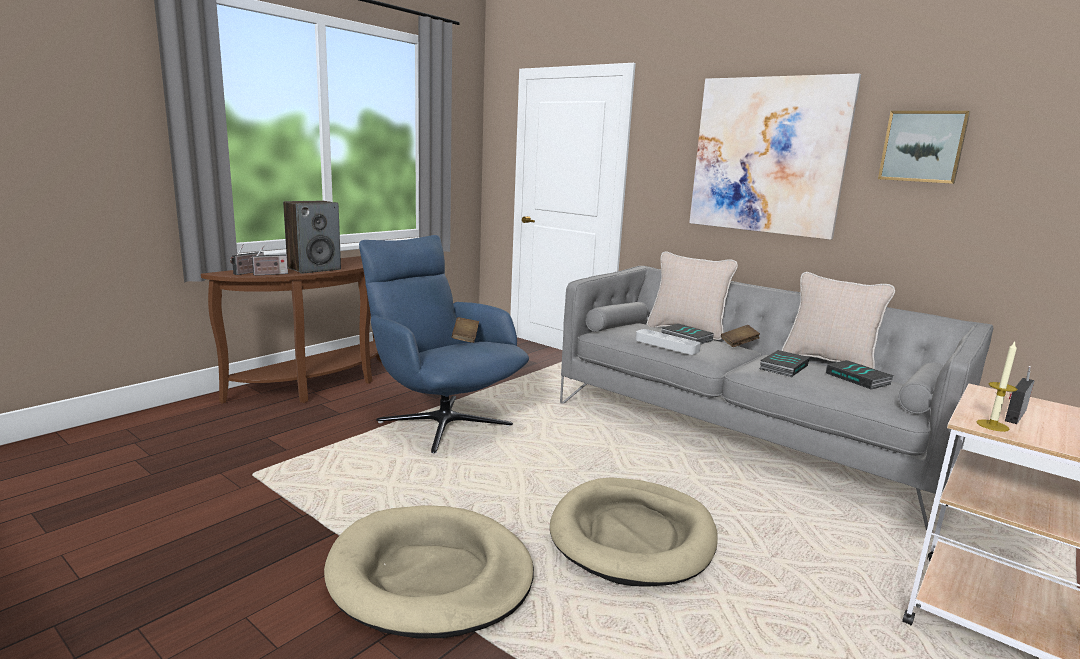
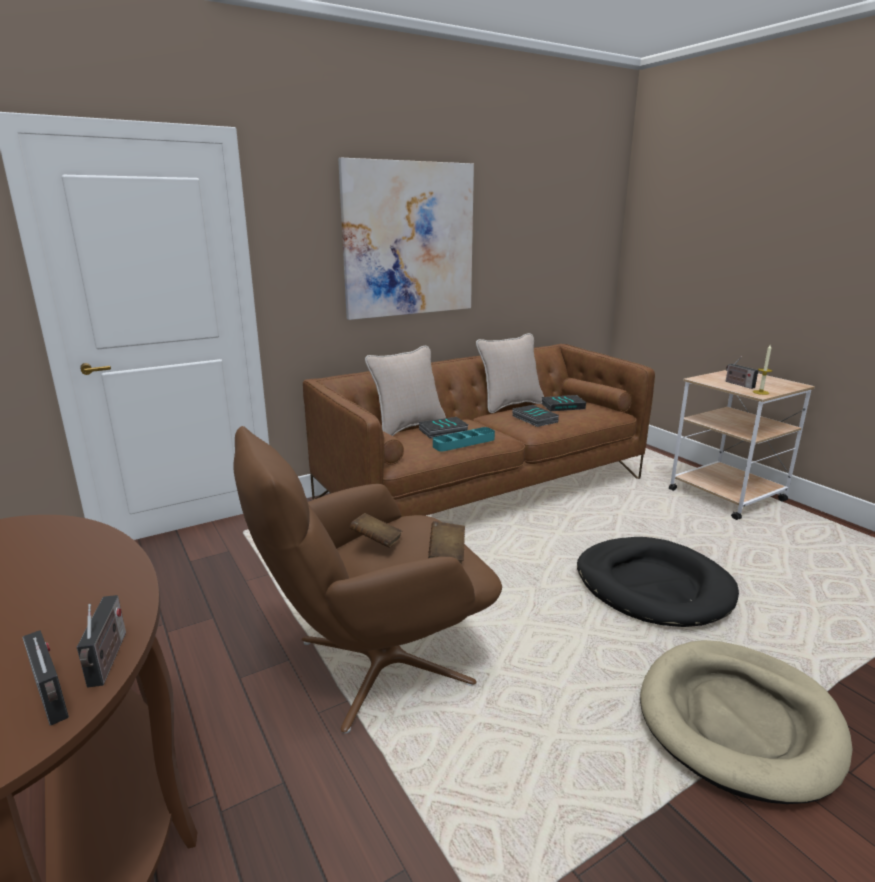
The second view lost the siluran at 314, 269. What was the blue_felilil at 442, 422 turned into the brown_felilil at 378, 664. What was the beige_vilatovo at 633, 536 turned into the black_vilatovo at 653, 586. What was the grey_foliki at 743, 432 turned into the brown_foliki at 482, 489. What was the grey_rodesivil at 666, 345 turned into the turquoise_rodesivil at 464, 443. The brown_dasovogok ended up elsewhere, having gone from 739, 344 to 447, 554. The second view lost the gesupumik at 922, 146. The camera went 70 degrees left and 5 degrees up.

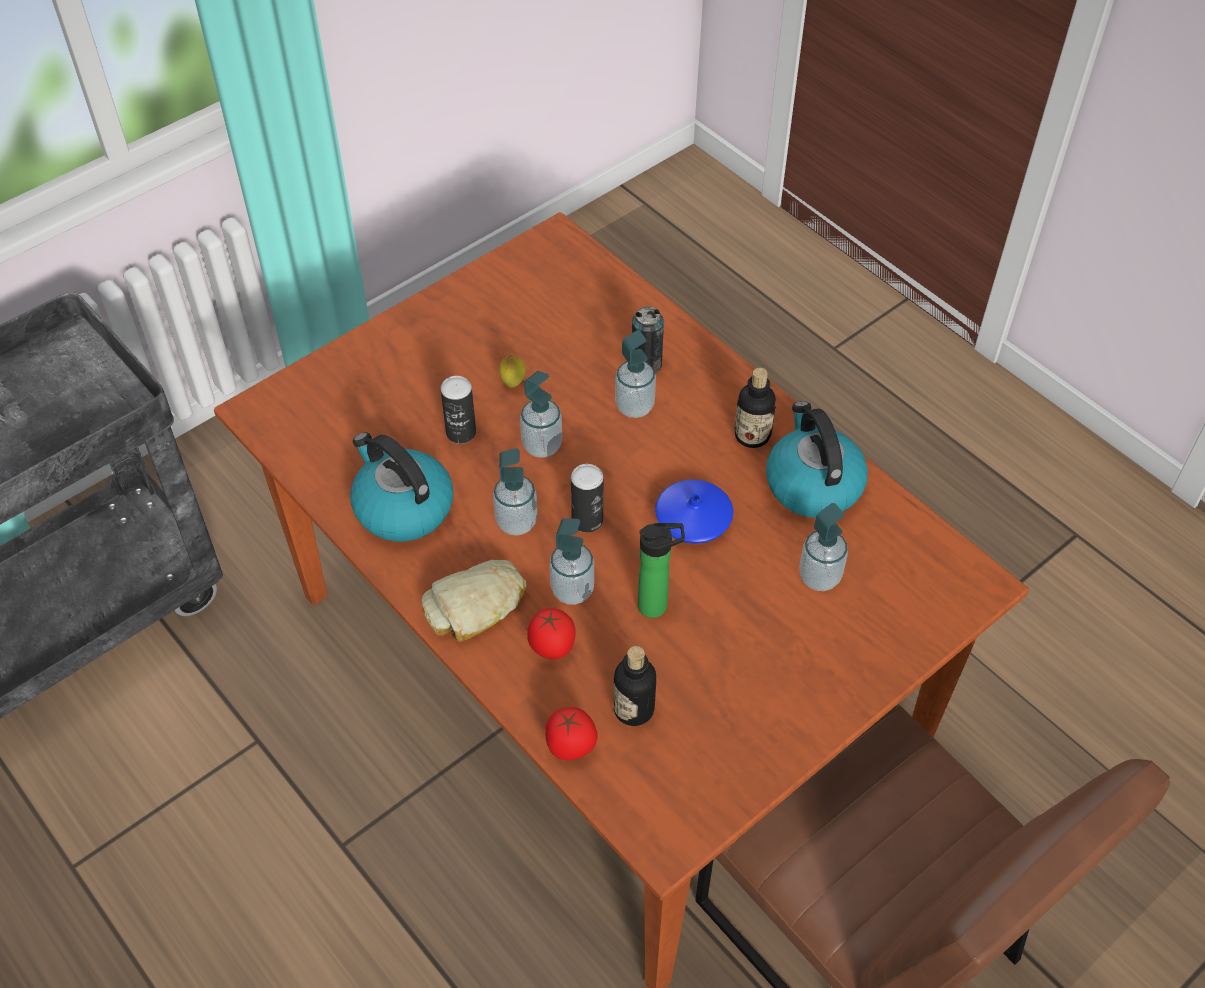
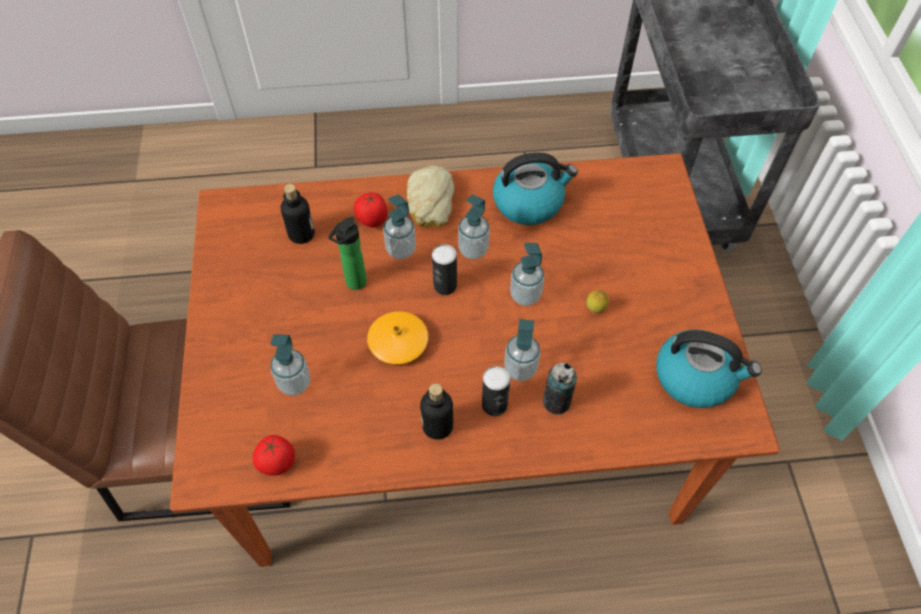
The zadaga ended up elsewhere, having gone from 461, 432 to 494, 405. The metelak ended up elsewhere, having gone from 571, 746 to 277, 463. What was the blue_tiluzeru at 693, 519 turned into the orange_tiluzeru at 398, 343. The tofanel ended up elsewhere, having gone from 812, 484 to 695, 377. The camera went 125 degrees right and 5 degrees up.

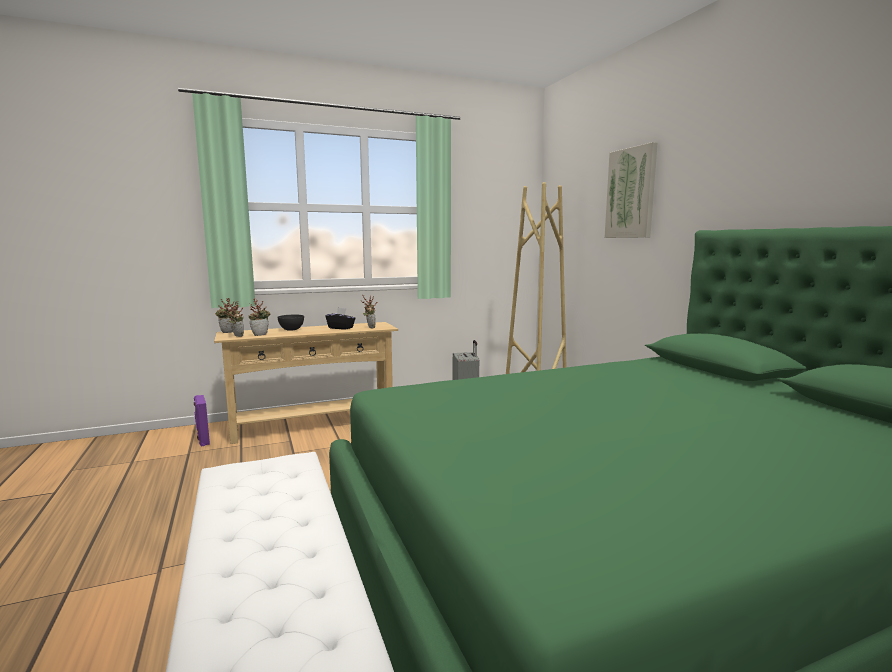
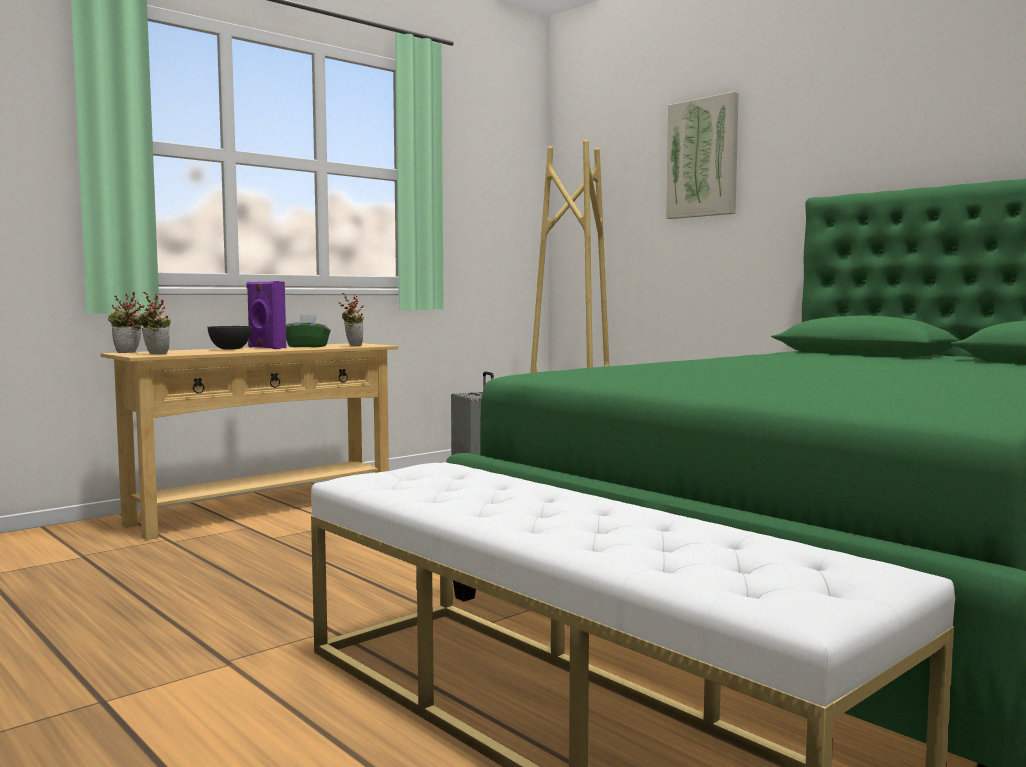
The purple_siluran ended up elsewhere, having gone from 203, 440 to 265, 348. The second view lost the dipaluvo at 260, 334. What was the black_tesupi at 341, 328 turned into the green_tesupi at 307, 346. The camera went 20 degrees left and 5 degrees down.

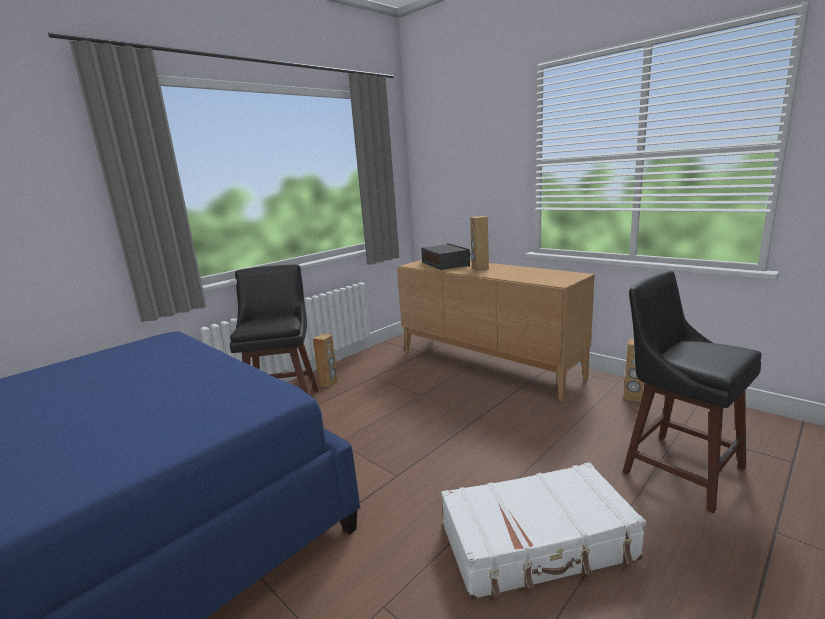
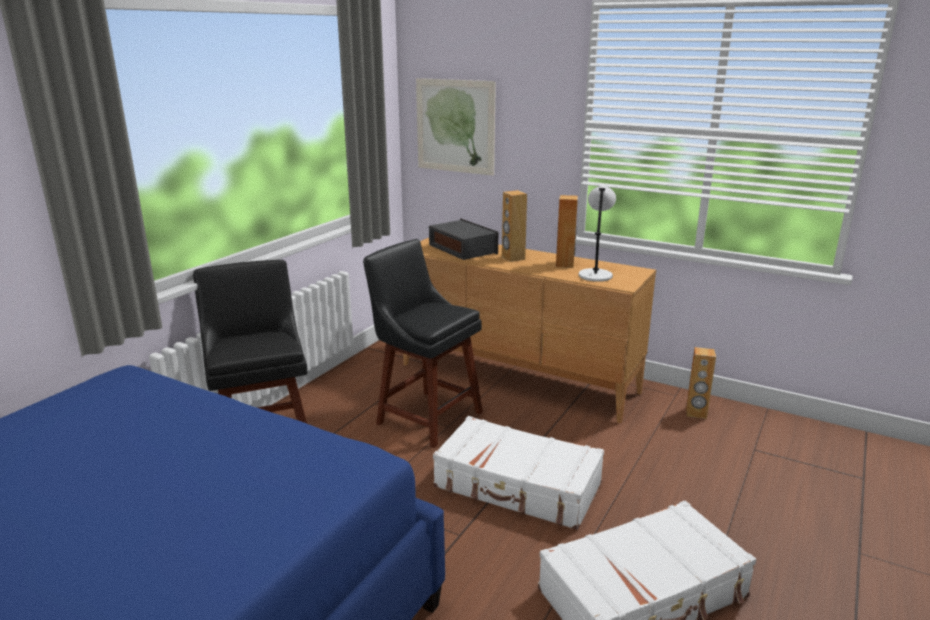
The brown_siluran ended up elsewhere, having gone from 328, 384 to 565, 264. The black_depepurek ended up elsewhere, having gone from 677, 466 to 426, 416. The second view gained the gesupumik at 455, 126. The second view gained the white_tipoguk at 517, 486. The second view gained the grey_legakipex at 595, 275. The camera went 15 degrees left and 5 degrees up.

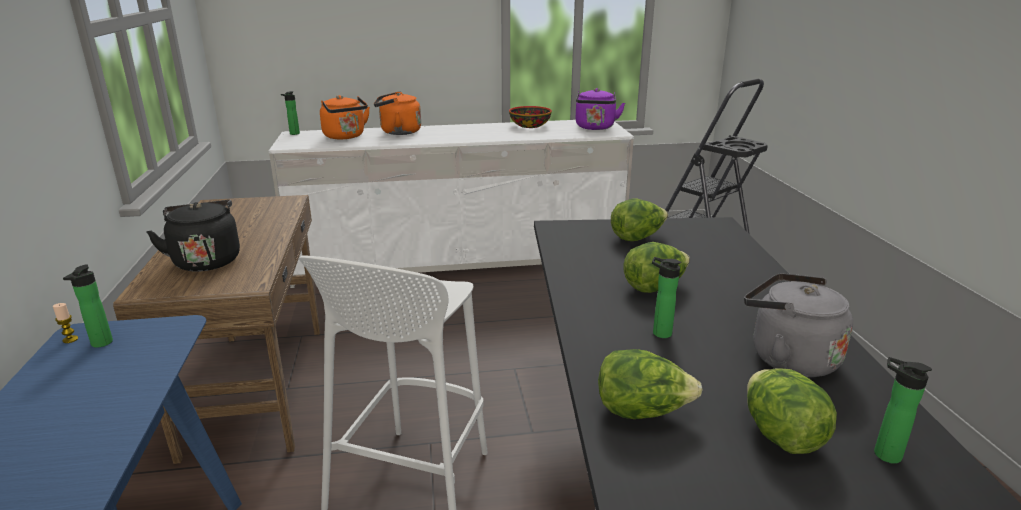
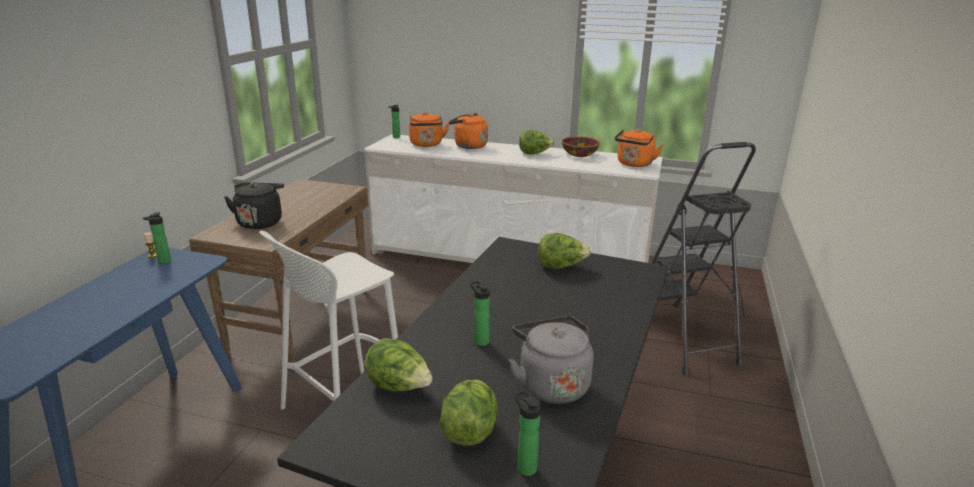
What was the purple_tofanel at 595, 128 turned into the orange_tofanel at 634, 164. The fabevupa ended up elsewhere, having gone from 654, 287 to 534, 154. The camera went 25 degrees right and 0 degrees up.

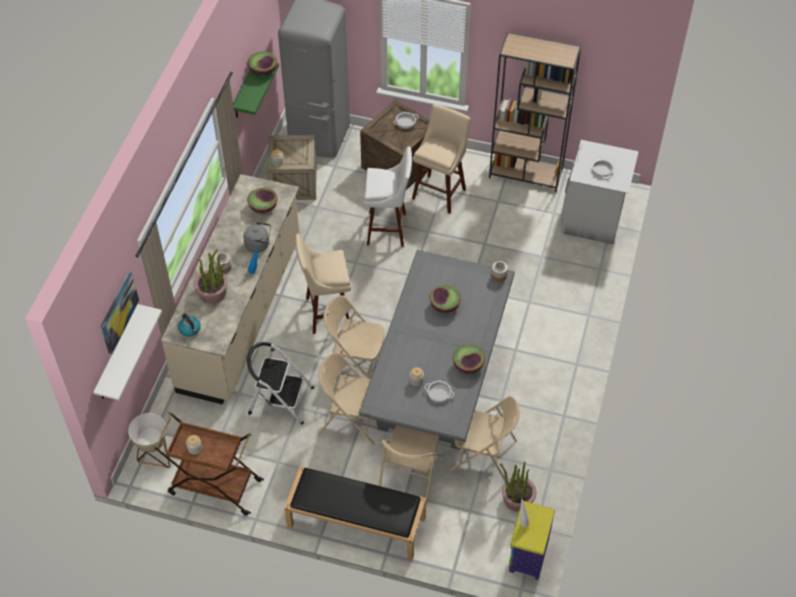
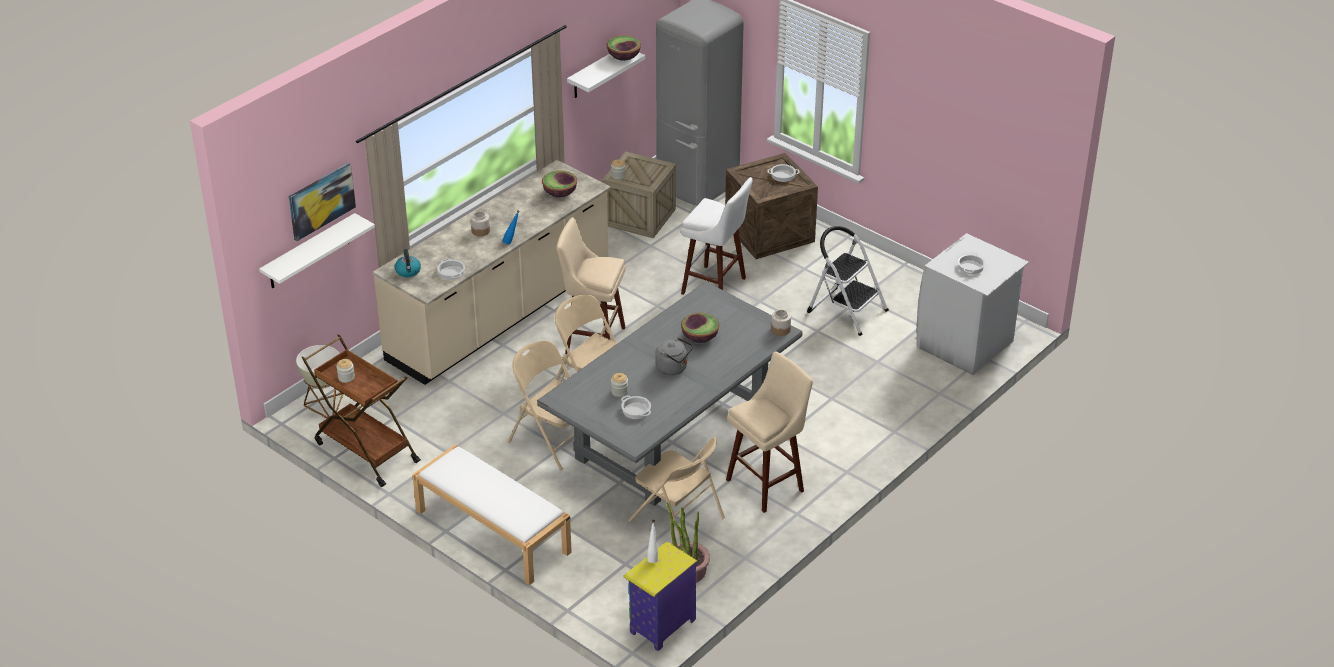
The second view lost the dipaluvo at 212, 292. What was the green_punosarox at 244, 90 turned into the white_punosarox at 595, 73. The grey_tofanel ended up elsewhere, having gone from 259, 245 to 673, 368. The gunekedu ended up elsewhere, having gone from 279, 400 to 845, 310. What was the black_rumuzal at 355, 522 turned into the white_rumuzal at 491, 531. The second view lost the beige_depepurek at 410, 473. The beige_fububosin ended up elsewhere, having gone from 440, 192 to 767, 484. The second view lost the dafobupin at 468, 365. The second view lost the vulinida at 526, 173. The second view gained the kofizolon at 451, 272. The camera went 25 degrees right and 15 degrees down.

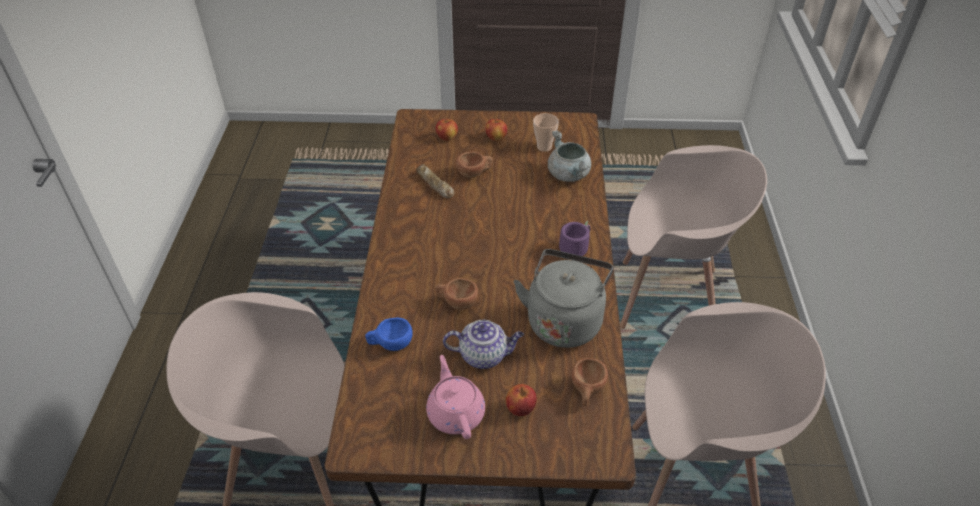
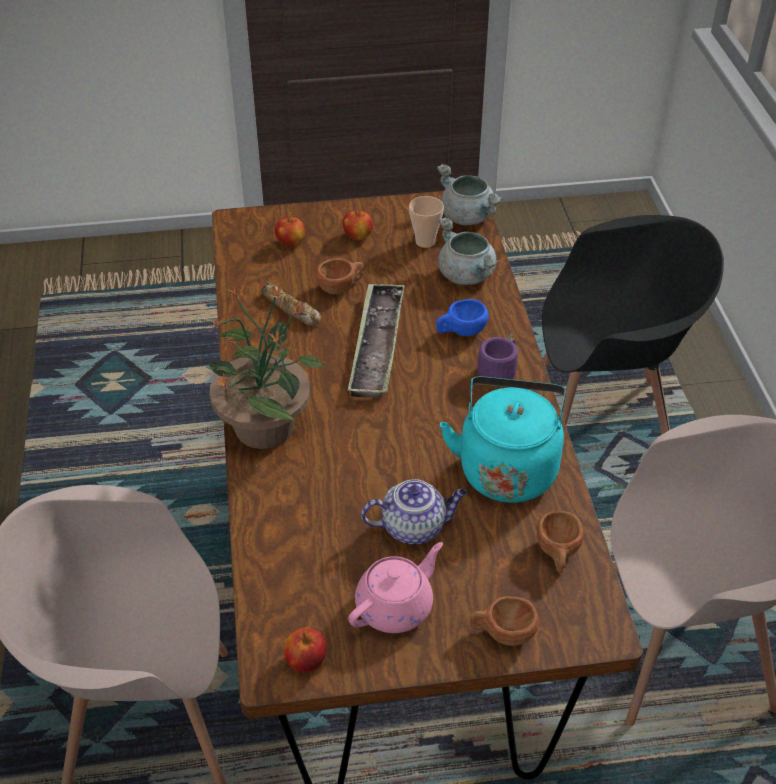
The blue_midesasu ended up elsewhere, having gone from 390, 344 to 460, 331. The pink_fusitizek at 455, 413 ended up facing another way, 75 degrees clockwise from before. The brown_midesasu ended up elsewhere, having gone from 456, 302 to 502, 633. The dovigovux ended up elsewhere, having gone from 520, 408 to 305, 661. What was the grey_tofanel at 564, 320 turned into the turquoise_tofanel at 507, 467. What was the beige_depepurek at 670, 300 turned into the black_depepurek at 604, 426. The second view gained the dipaluvo at 265, 426. The second view gained the rodesivil at 377, 345. The second view gained the grey_kofizolon at 468, 217. The camera went 10 degrees left and 0 degrees up.

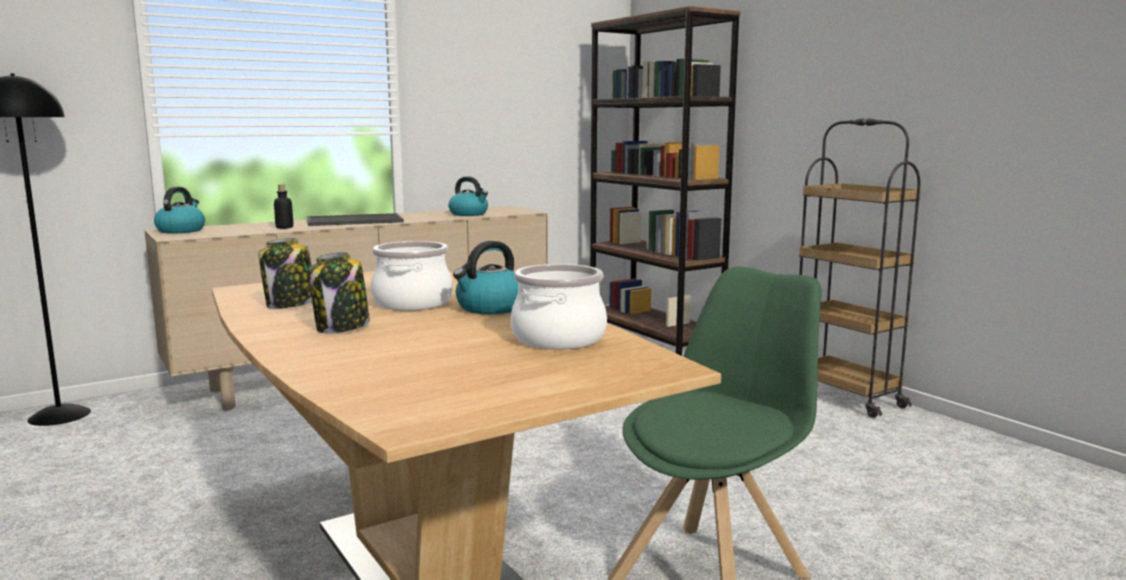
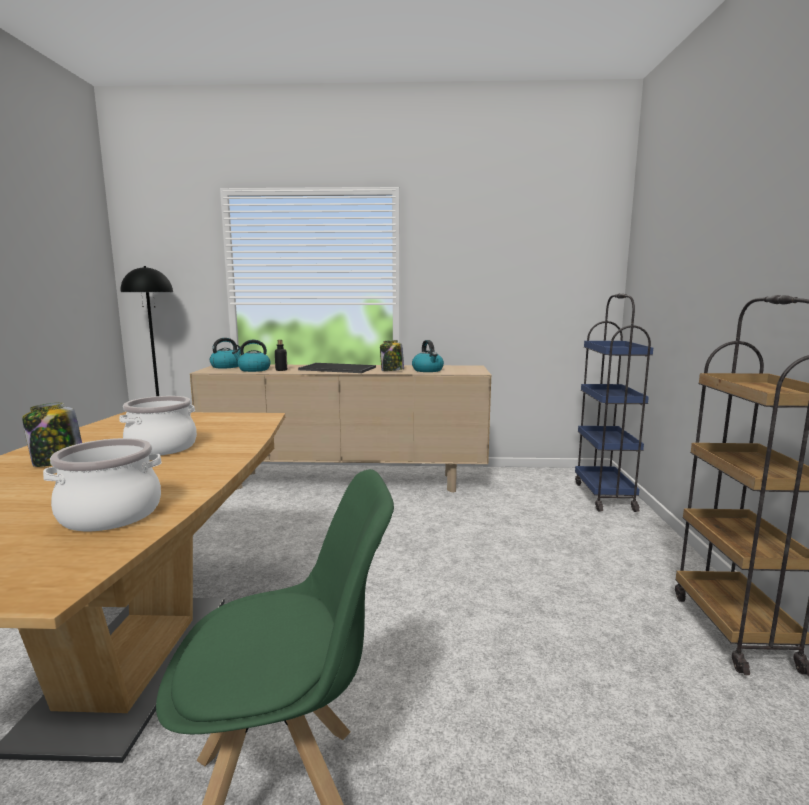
The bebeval ended up elsewhere, having gone from 290, 305 to 392, 370. The tofanel ended up elsewhere, having gone from 490, 308 to 253, 370. Where the brown_vulinida stood at 654, 335, the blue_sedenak came to stand at 604, 497. The camera went 35 degrees right and 0 degrees up.

